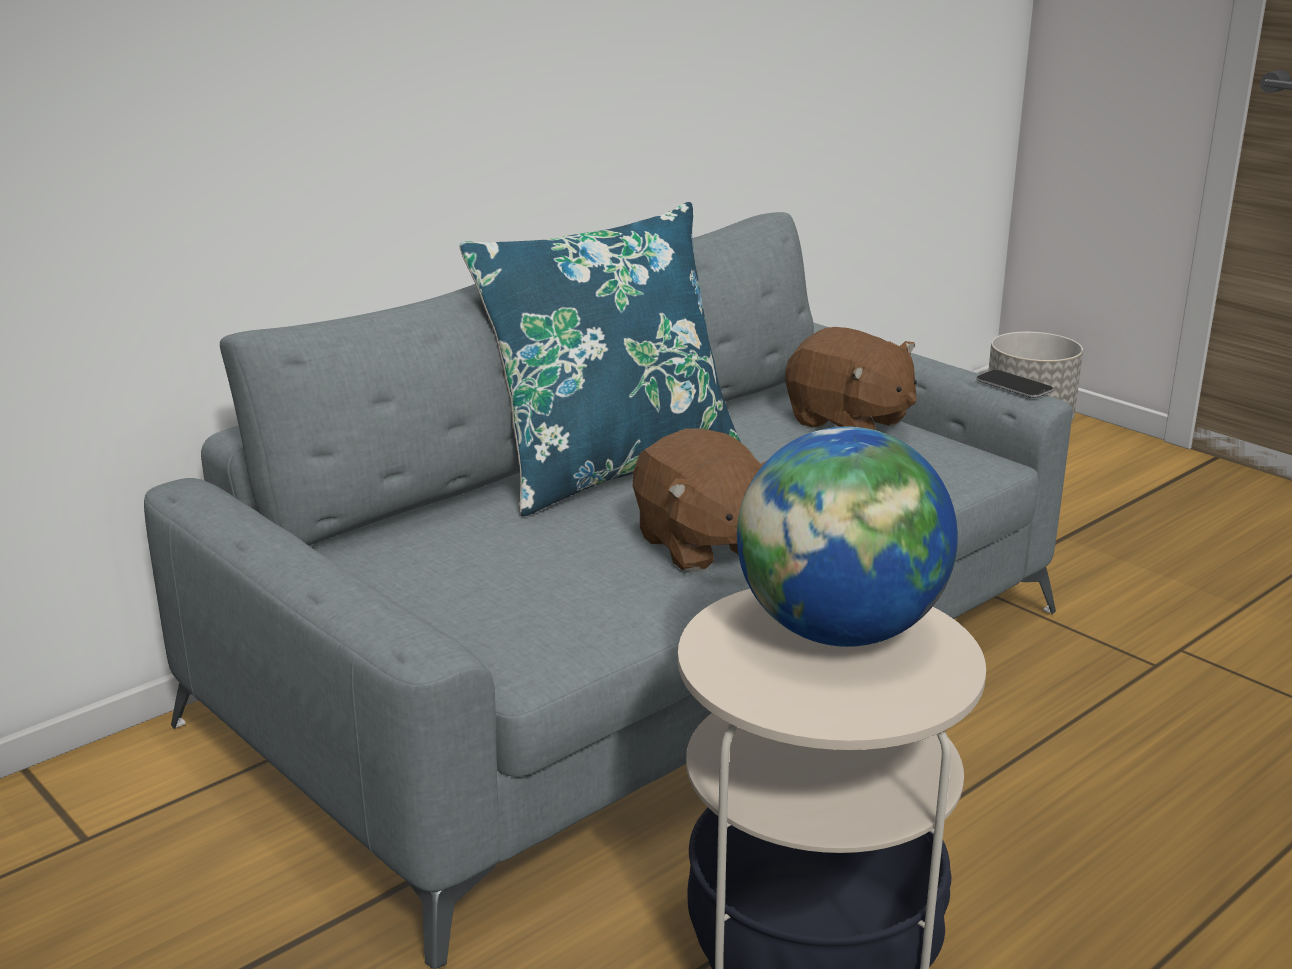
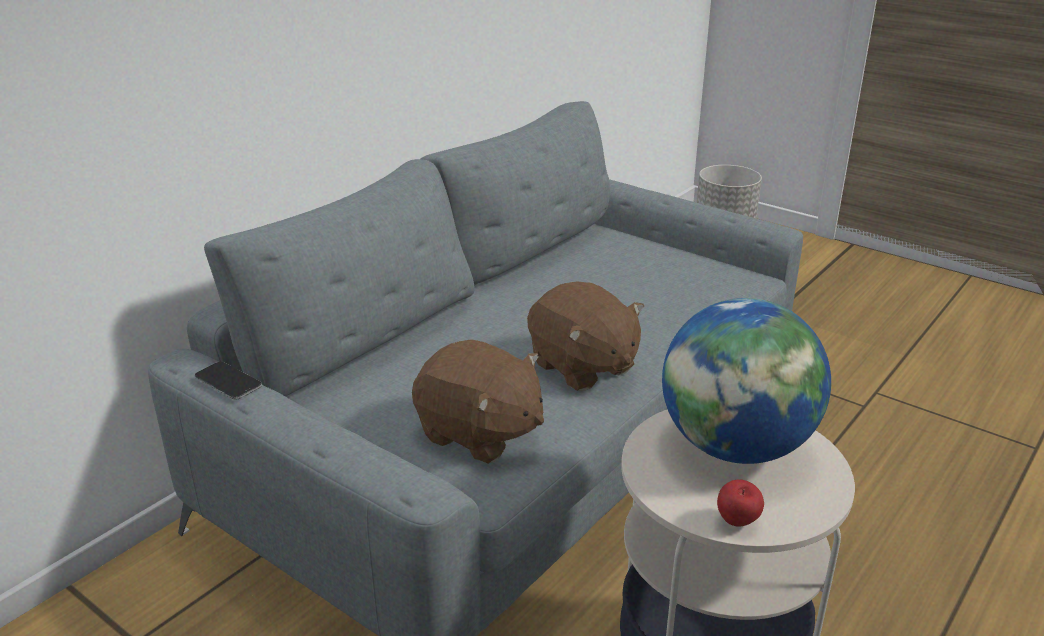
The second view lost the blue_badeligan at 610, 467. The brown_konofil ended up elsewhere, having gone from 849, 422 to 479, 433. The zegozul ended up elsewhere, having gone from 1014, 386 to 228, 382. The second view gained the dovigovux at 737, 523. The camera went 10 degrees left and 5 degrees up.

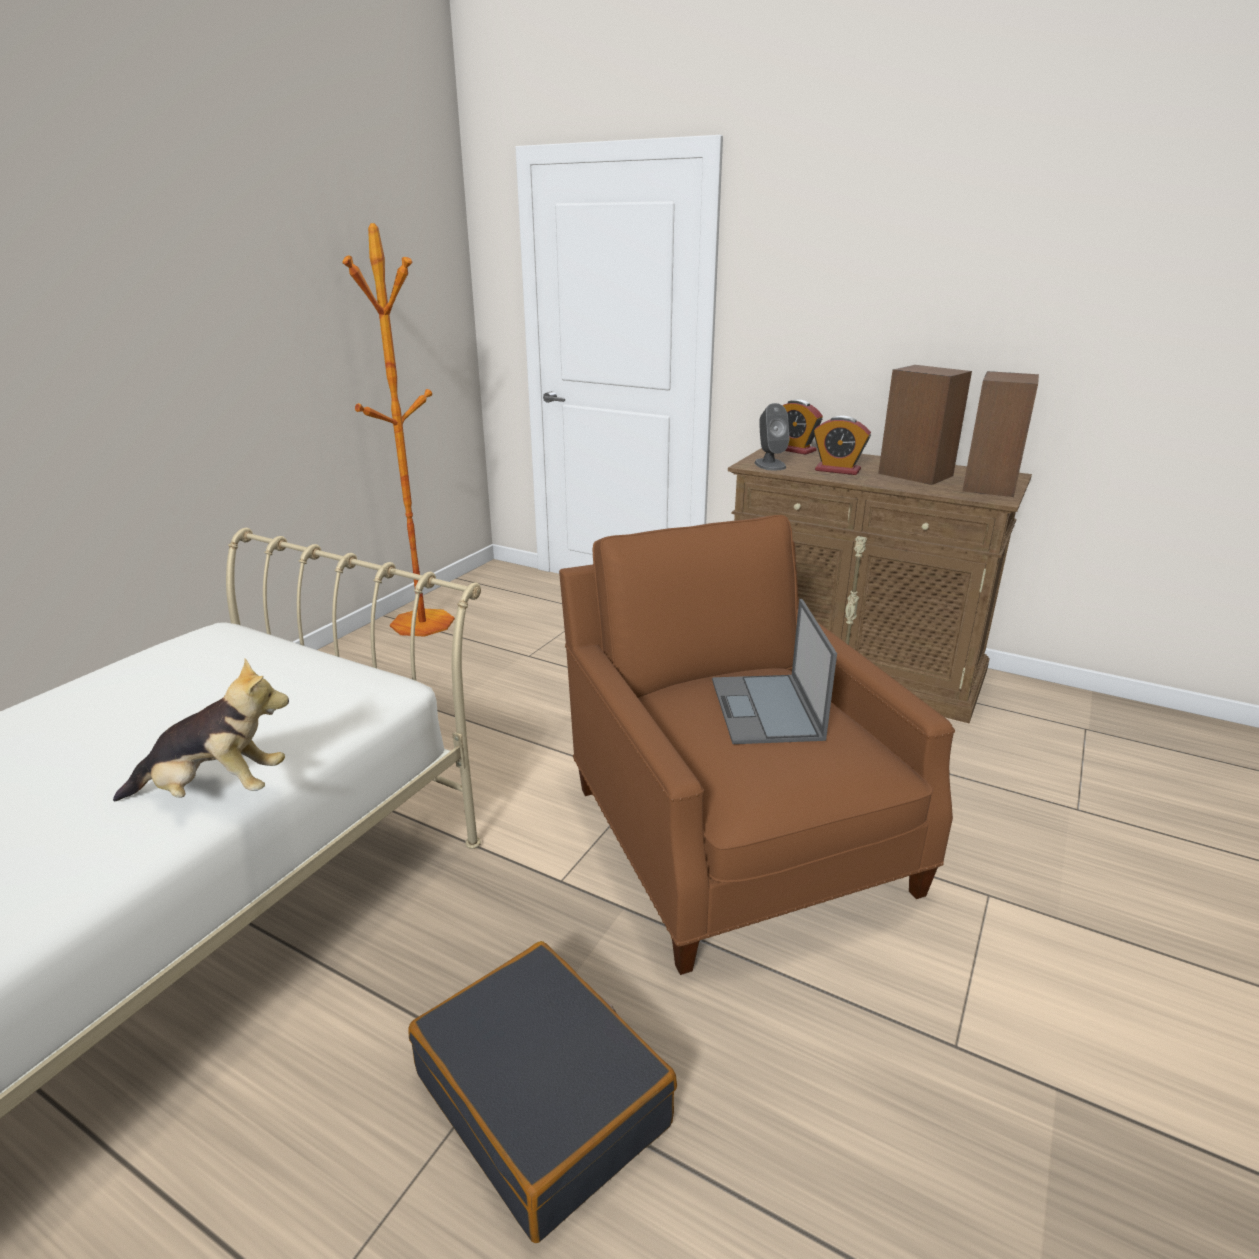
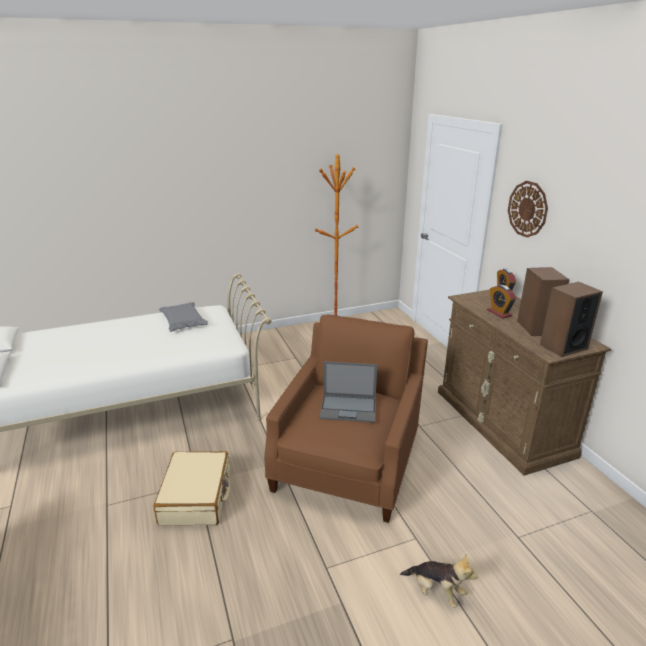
The konofil ended up elsewhere, having gone from 215, 791 to 436, 591. What was the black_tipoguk at 543, 1098 turned into the beige_tipoguk at 196, 497. The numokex at 767, 710 ended up facing another way, 120 degrees counterclockwise from before. The second view lost the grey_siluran at 770, 465. The second view gained the grey_badeligan at 183, 320. The second view gained the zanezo at 527, 209. The camera went 40 degrees right and 0 degrees up.

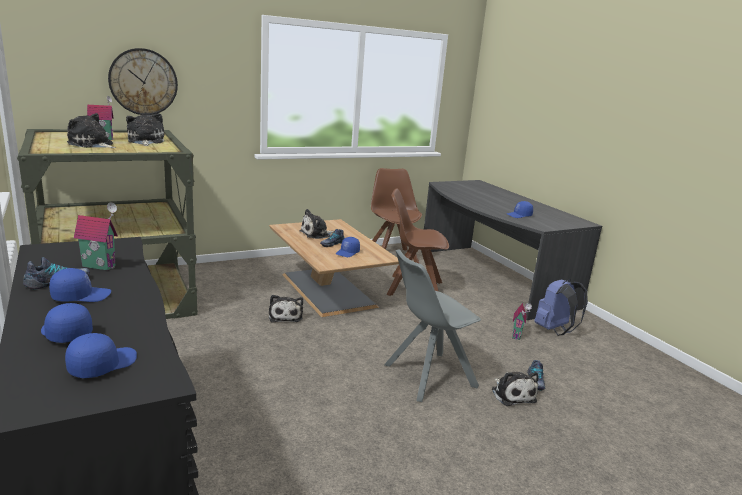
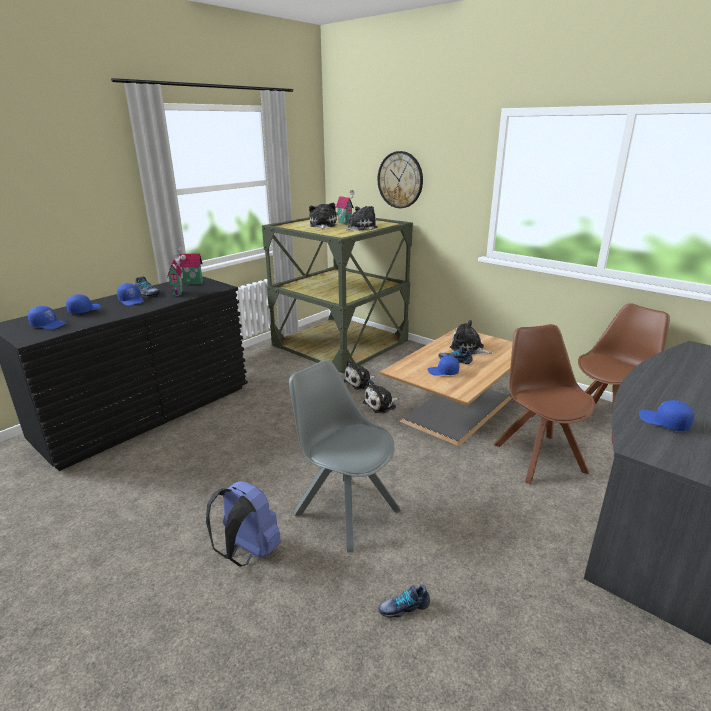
The konofil ended up elsewhere, having gone from 512, 394 to 360, 383. The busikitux ended up elsewhere, having gone from 517, 335 to 193, 283. The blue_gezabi ended up elsewhere, having gone from 555, 330 to 247, 552. The camera went 70 degrees right and 5 degrees up.

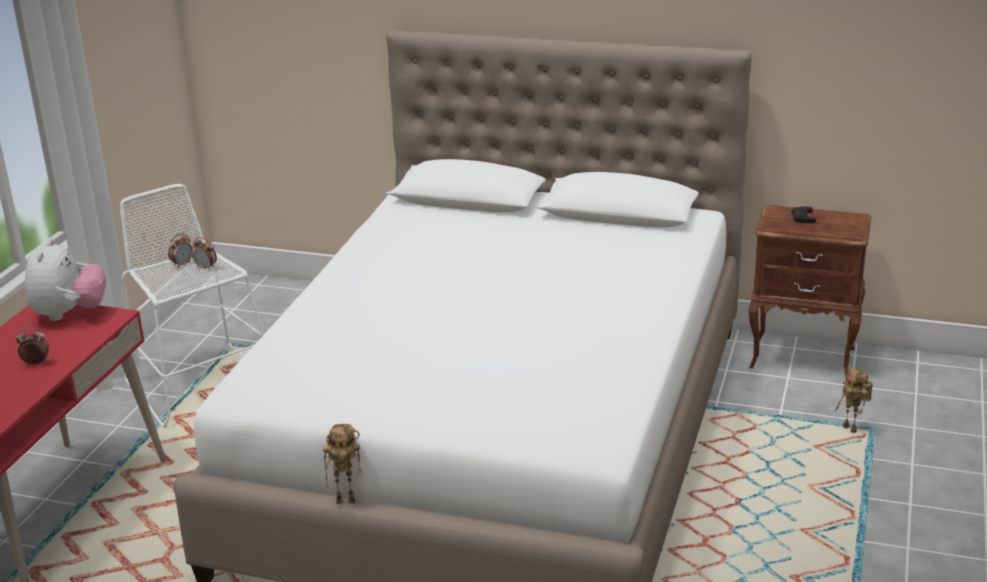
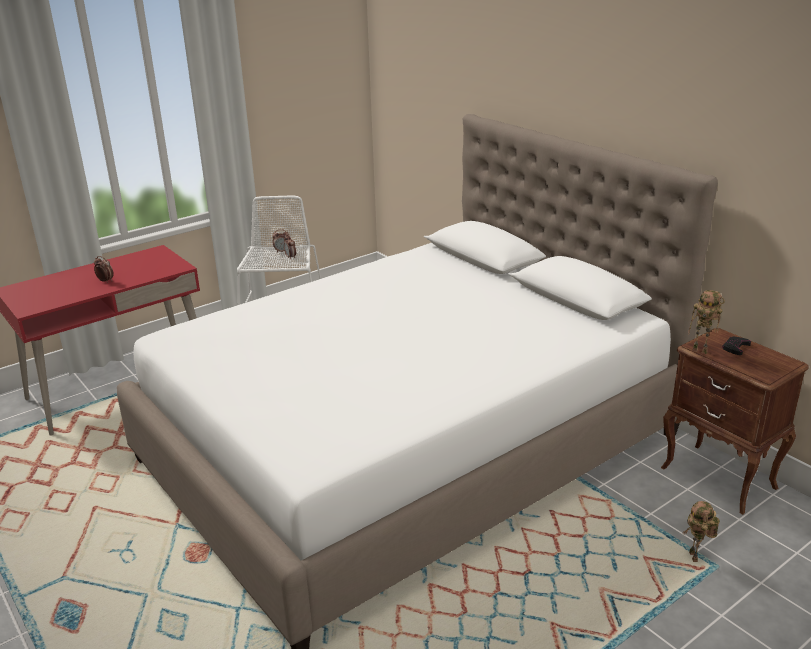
The second view lost the konofil at 69, 314. The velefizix ended up elsewhere, having gone from 347, 500 to 701, 351. The camera went 35 degrees right and 0 degrees up.

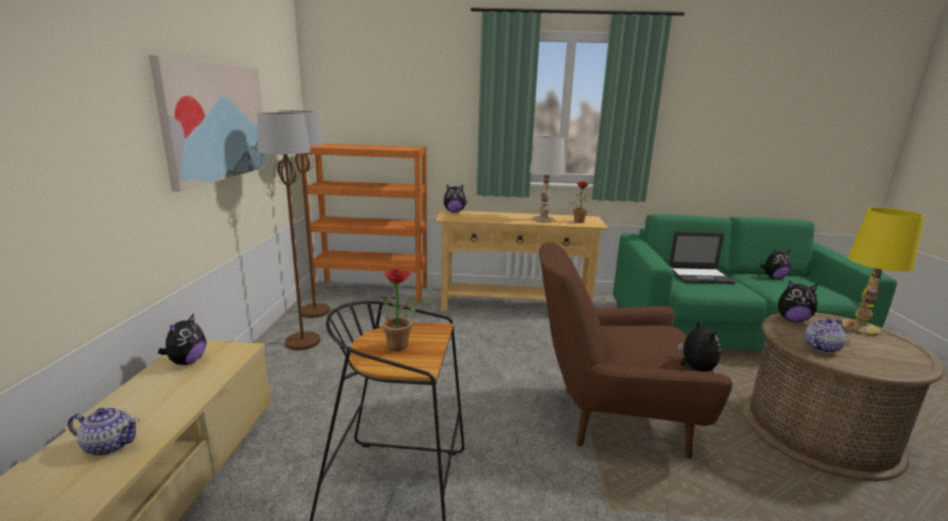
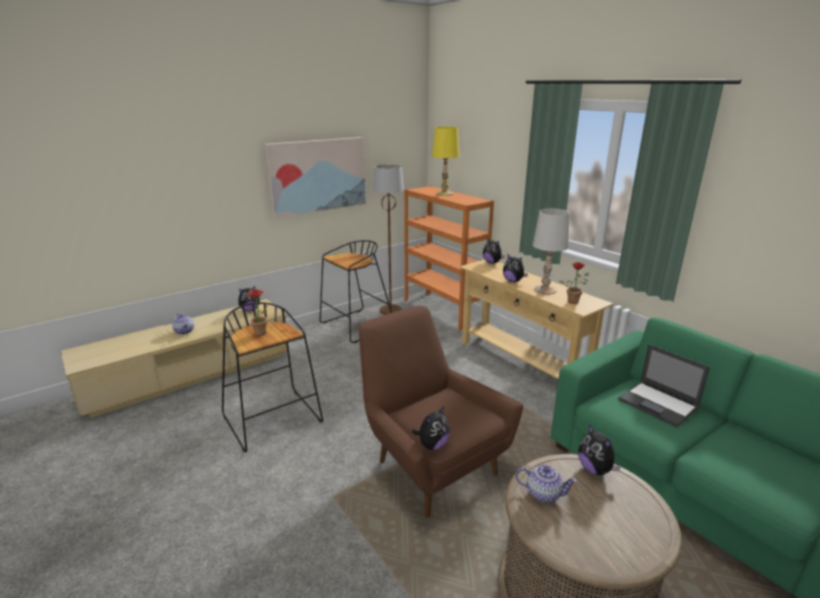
Where the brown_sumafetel stood at 303, 342, the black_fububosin came to stand at 356, 326. The konofil ended up elsewhere, having gone from 773, 277 to 513, 281. The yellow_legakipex ended up elsewhere, having gone from 859, 327 to 444, 193. The camera went 50 degrees right and 5 degrees up.

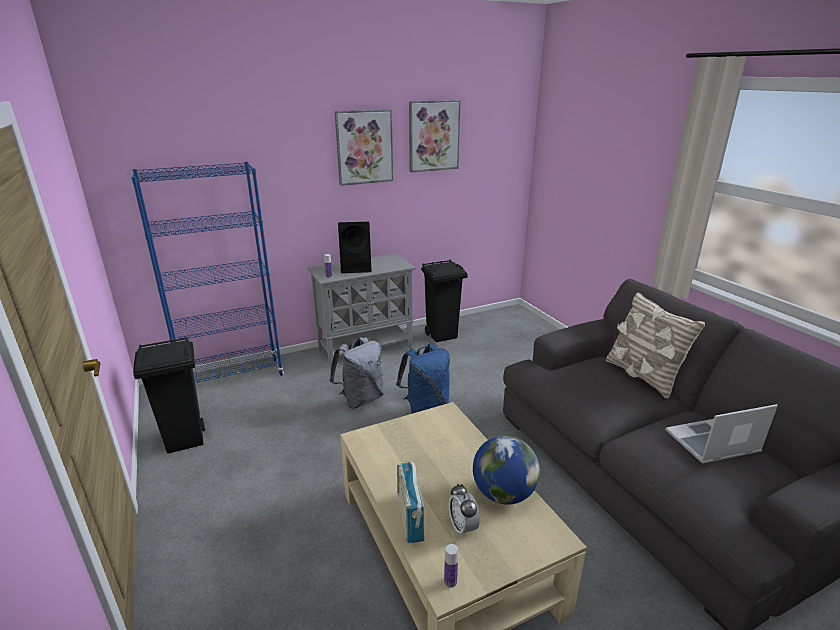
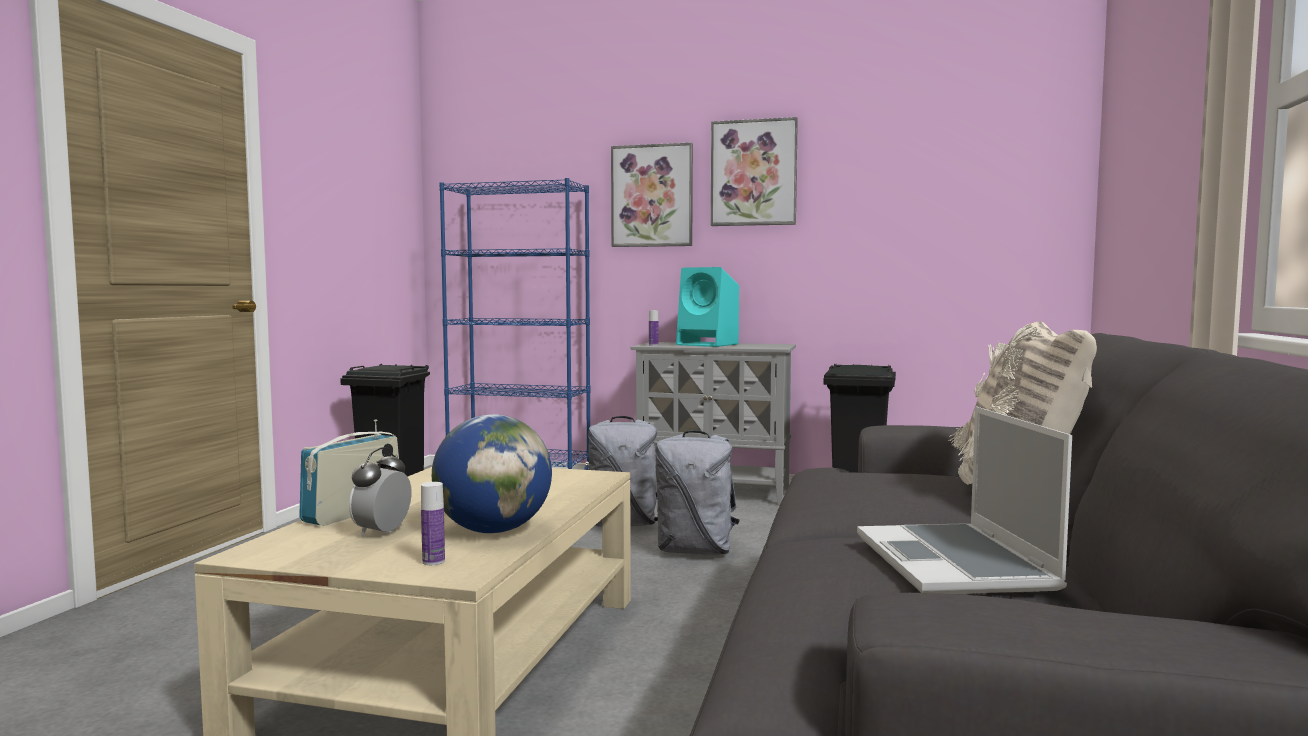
What was the black_siluran at 357, 267 turned into the turquoise_siluran at 709, 344. What was the blue_gezabi at 425, 406 turned into the grey_gezabi at 696, 551. The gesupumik ended up elsewhere, having gone from 433, 136 to 652, 196. The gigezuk ended up elsewhere, having gone from 450, 582 to 433, 561. The numokex at 712, 443 ended up facing another way, 120 degrees counterclockwise from before. The camera went 40 degrees right and 20 degrees down.

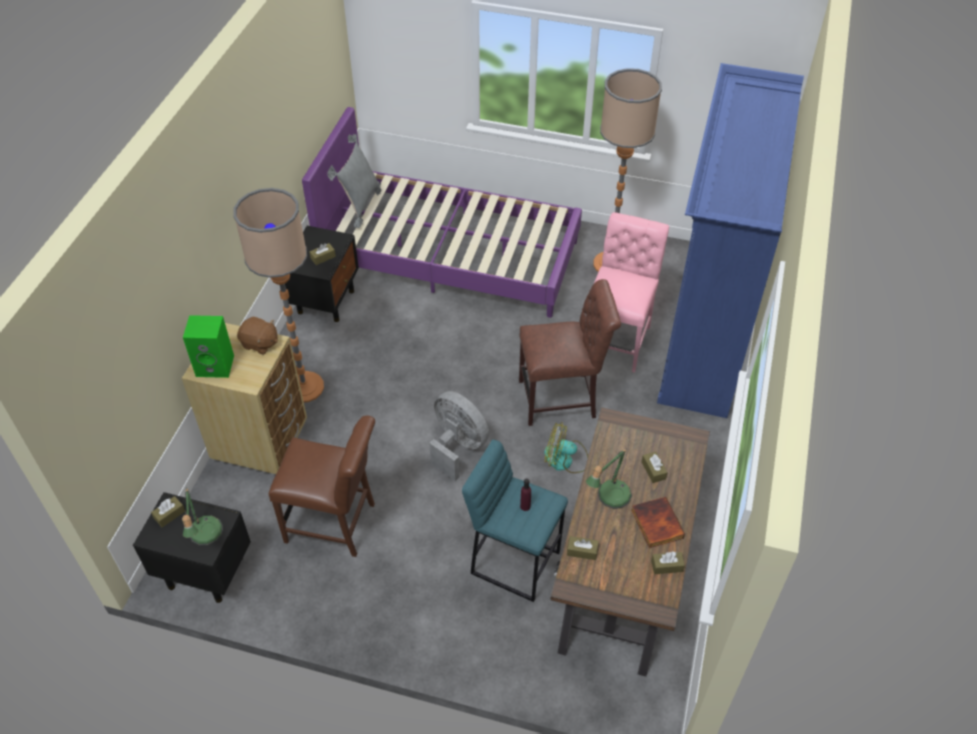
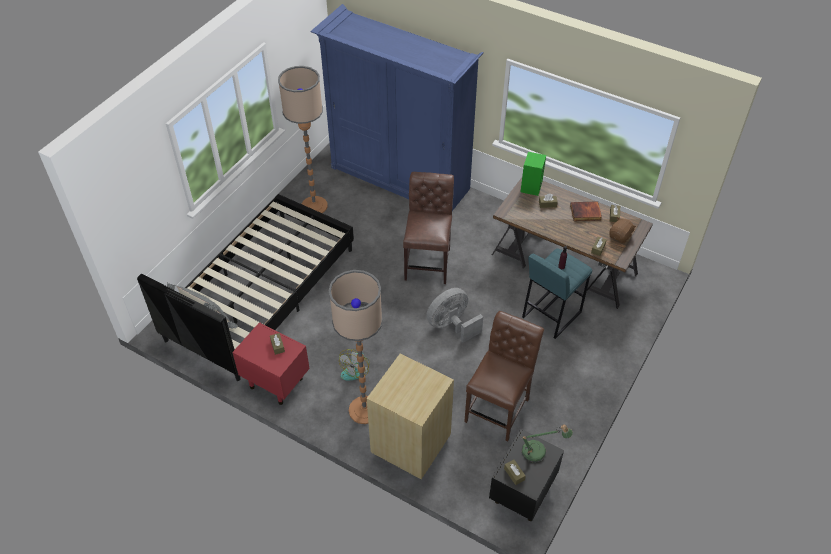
The green_siluran ended up elsewhere, having gone from 216, 365 to 531, 186. The brown_konofil ended up elsewhere, having gone from 260, 344 to 620, 236. What was the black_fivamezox at 326, 301 turned into the red_fivamezox at 275, 382. What was the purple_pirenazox at 449, 256 turned into the black_pirenazox at 261, 294. The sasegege ended up elsewhere, having gone from 565, 460 to 355, 369. The second view lost the legakipex at 610, 498. The second view lost the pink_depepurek at 617, 339. The camera went 75 degrees left and 0 degrees up.

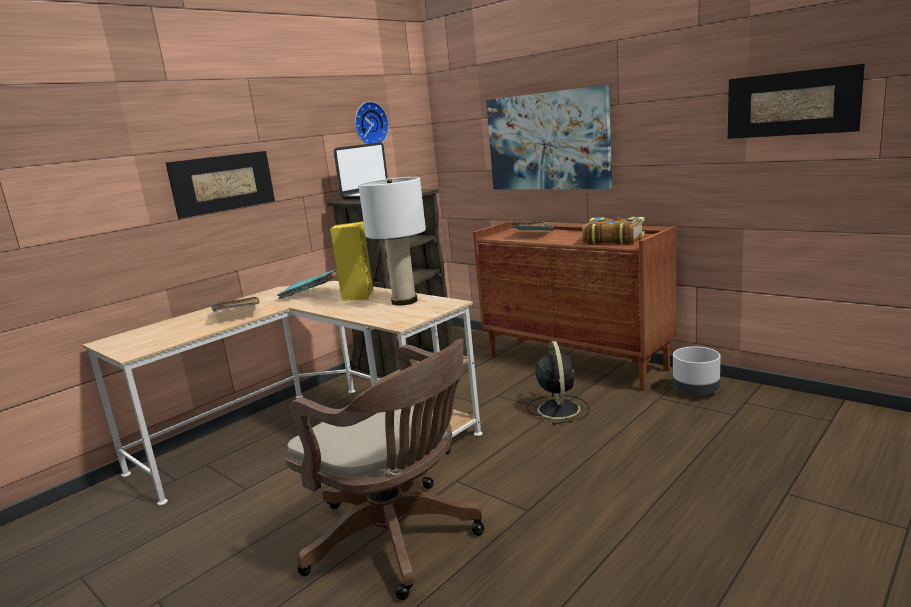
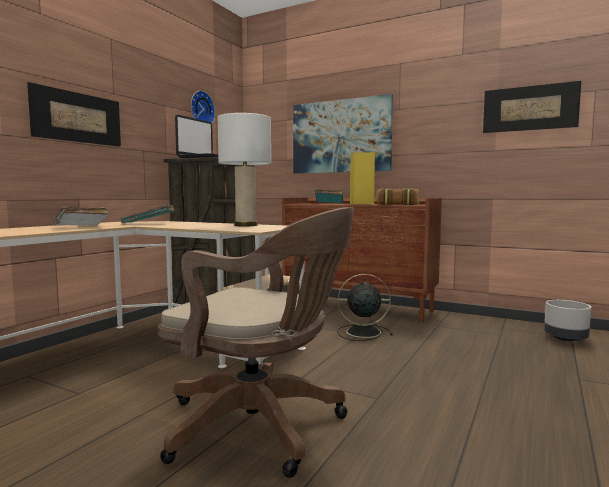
The yellow_siluran ended up elsewhere, having gone from 357, 296 to 361, 204. The black_sasegege at 558, 408 ended up facing another way, 75 degrees counterclockwise from before. The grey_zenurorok ended up elsewhere, having gone from 696, 391 to 565, 339. The camera went 15 degrees left and 10 degrees down.

